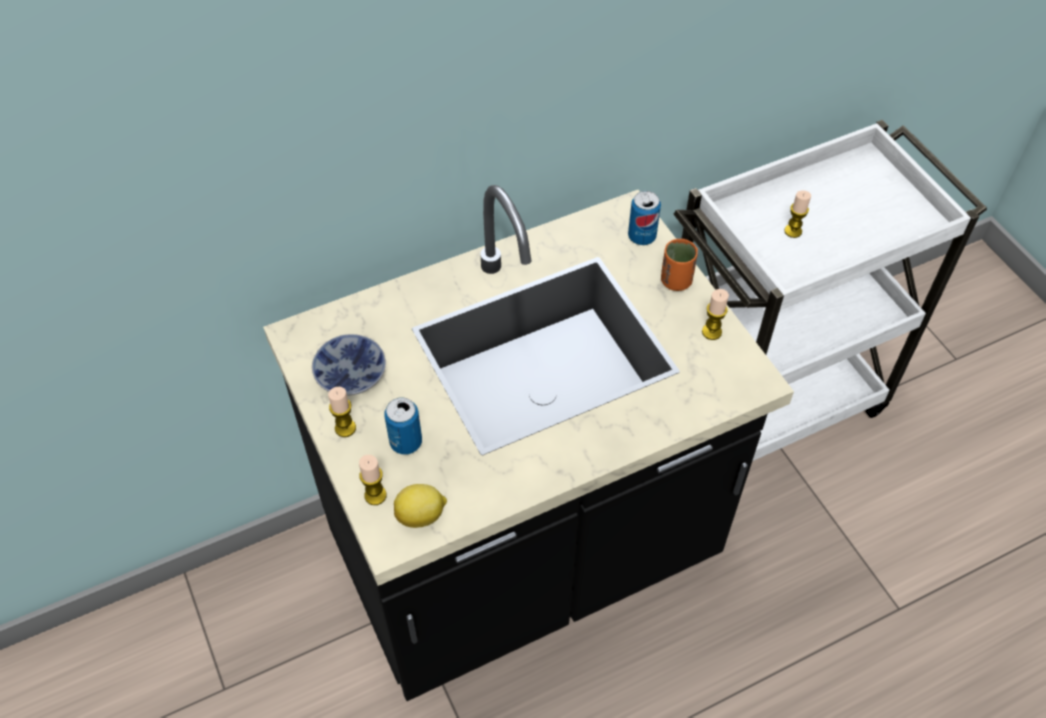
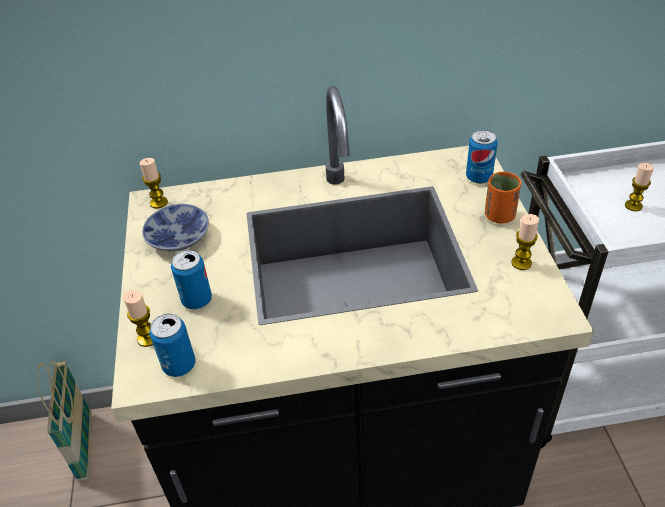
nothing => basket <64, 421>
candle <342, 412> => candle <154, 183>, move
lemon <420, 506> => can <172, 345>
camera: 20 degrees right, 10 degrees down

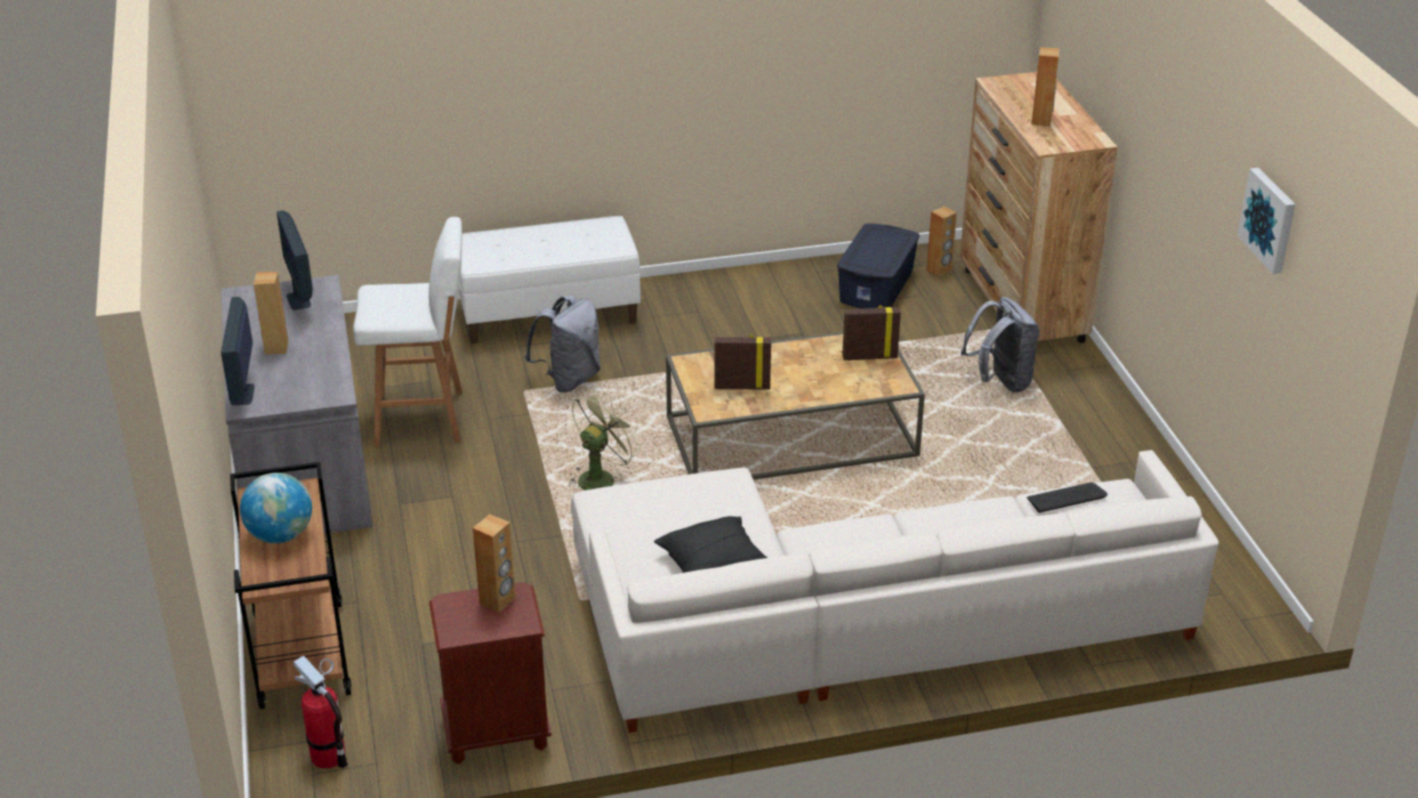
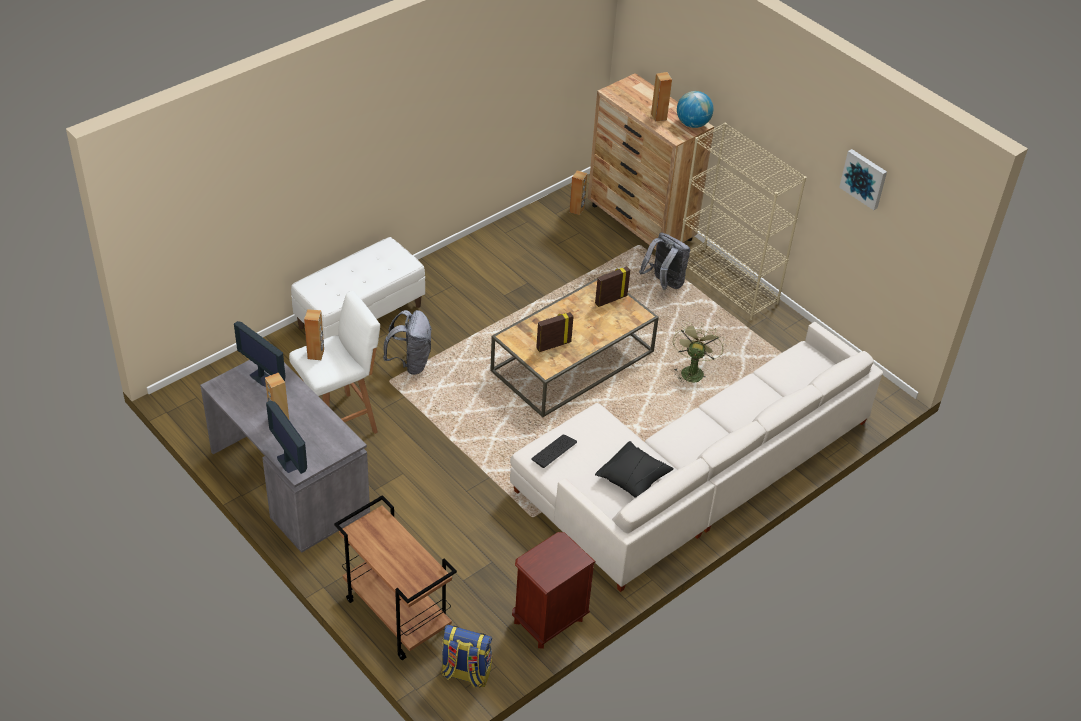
brown speaker <494, 563> => brown speaker <314, 334>, move
fire extinguisher <320, 712> => backpack <466, 656>
keyboard <1067, 497> => keyboard <554, 451>, move
green fan <605, 440> => green fan <698, 352>, move
globe <276, 508> => globe <695, 109>, move
nothing => beige bookcase <743, 221>
blue storage box <878, 266> => nothing
camera: 30 degrees left, 10 degrees up

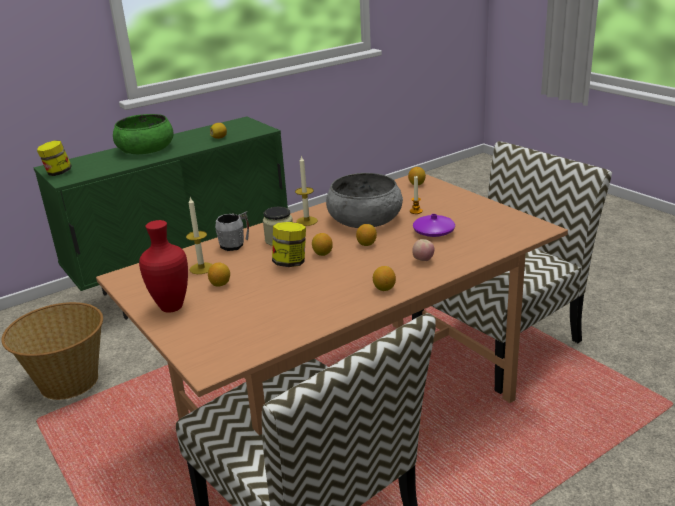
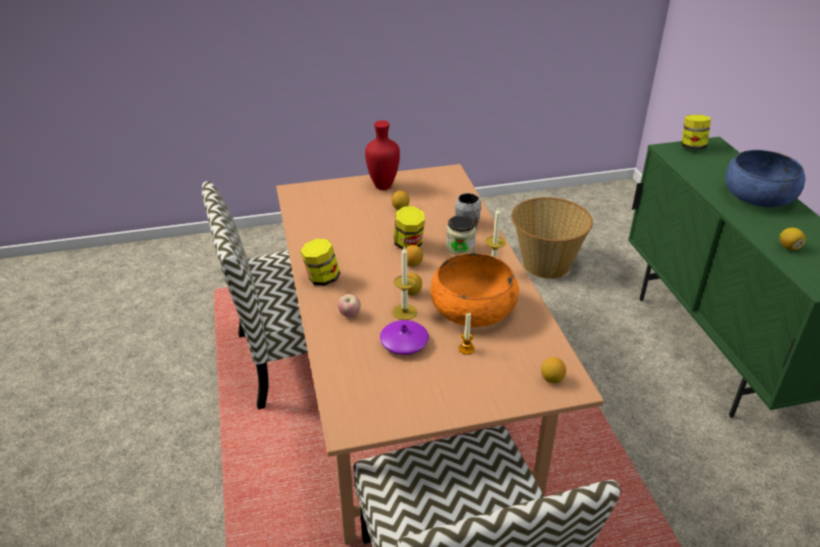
lemon <384, 278> => jar <320, 262>
candle <199, 235> => candle <405, 283>, move
grey bowl <364, 200> => orange bowl <475, 290>
green bowl <143, 134> => blue bowl <765, 178>
camera: 110 degrees right, 10 degrees up

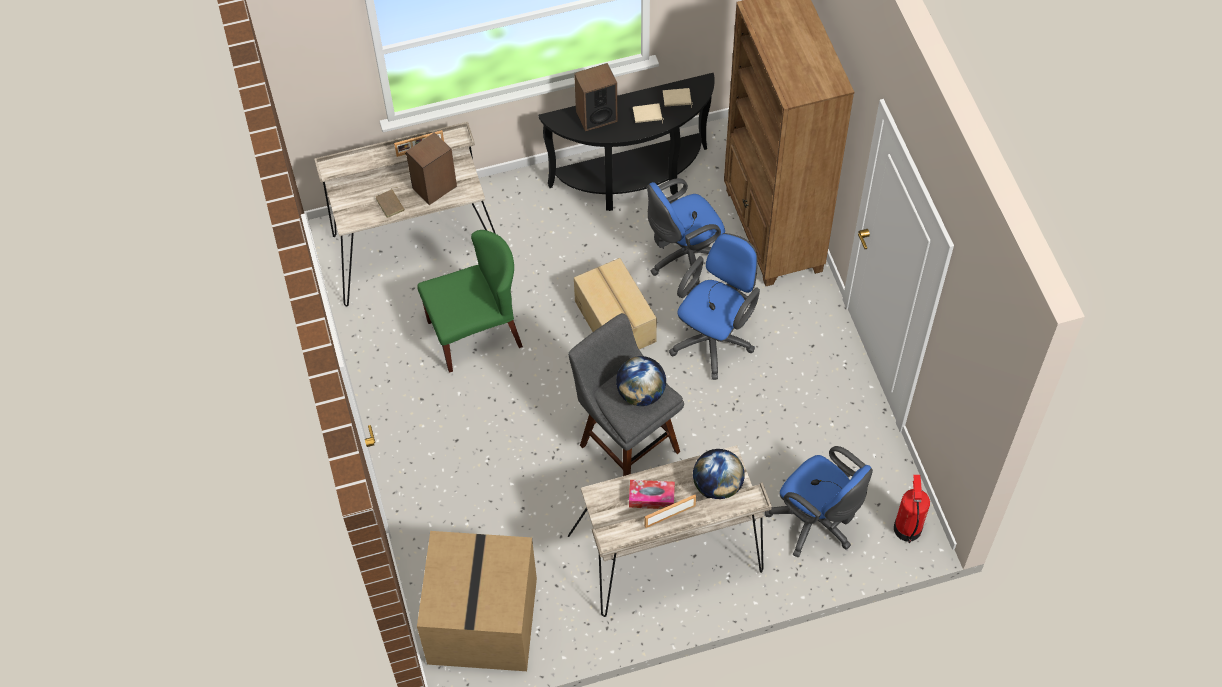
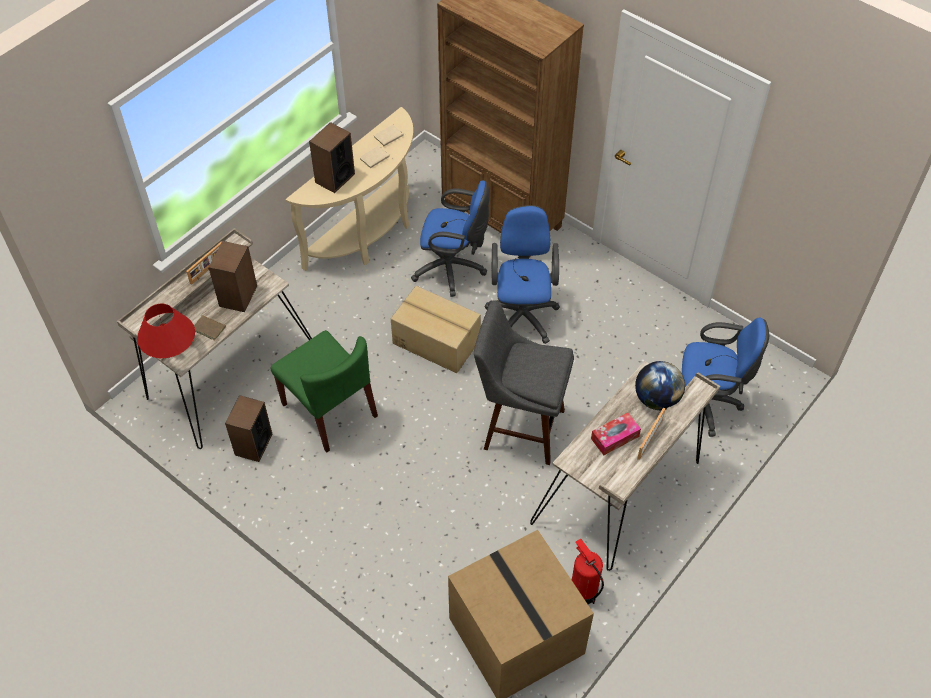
nothing => red table lamp <166, 331>
nothing => speaker <249, 428>
green chair <470, 301> => green chair <324, 391>, 105 degrees clockwise
black console table <626, 142> => beige console table <349, 189>
blue office chair <686, 232> => blue office chair <450, 238>, 105 degrees counterclockwise
fire extinguisher <912, 509> => fire extinguisher <588, 571>, move
globe <641, 381> => nothing
camera: 35 degrees left, 5 degrees down

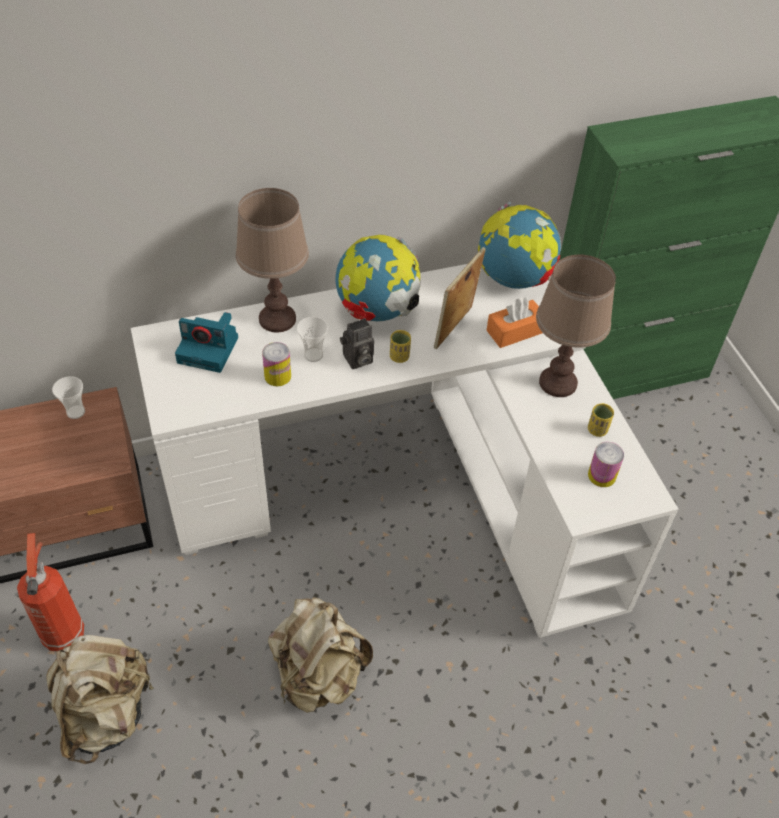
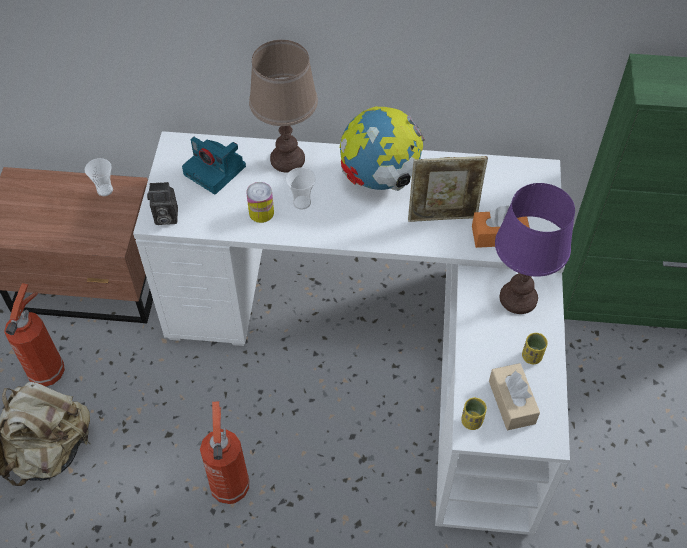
photo camera <357, 343> => photo camera <162, 203>, move
beige backpack <320, 655> => fire extinguisher <224, 452>
picture frame <460, 298> => picture frame <448, 189>, 150 degrees counterclockwise
yellow cup <400, 346> => yellow cup <474, 413>, move
can <606, 464> => beige tissue box <514, 396>
brown table lamp <576, 325> => purple table lamp <535, 248>
globe <519, 245> => nothing
camera: 25 degrees right, 5 degrees up

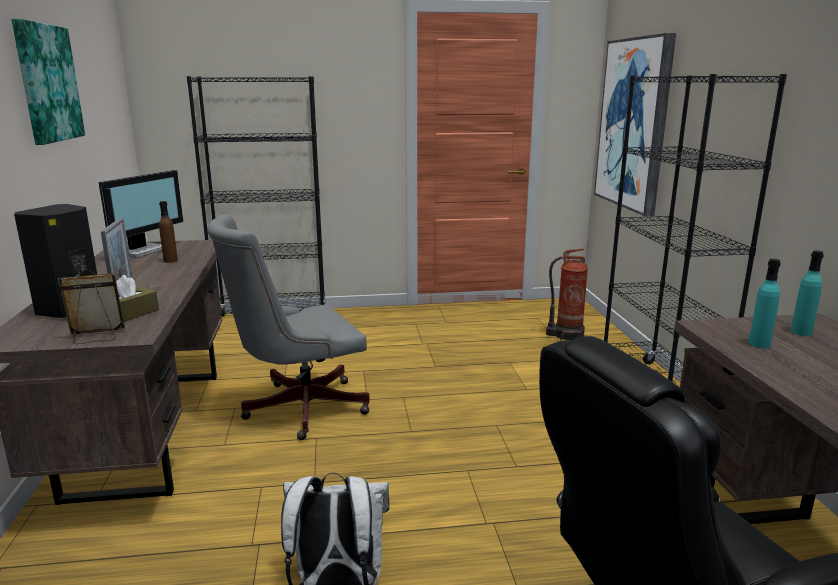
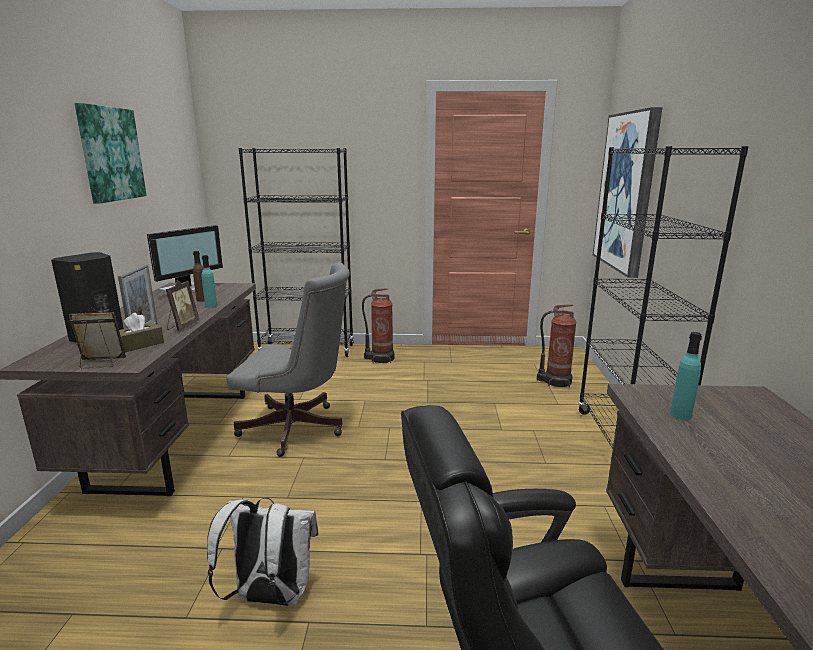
nothing => picture frame <182, 305>
turquoise bottle <807, 293> => turquoise bottle <209, 281>, move
grey office chair <288, 327> => grey office chair <288, 360>, 150 degrees counterclockwise
nothing => fire extinguisher <378, 325>
camera: 10 degrees right, 0 degrees up

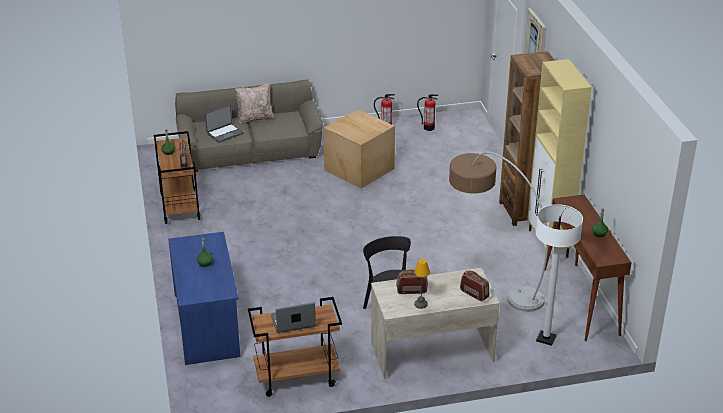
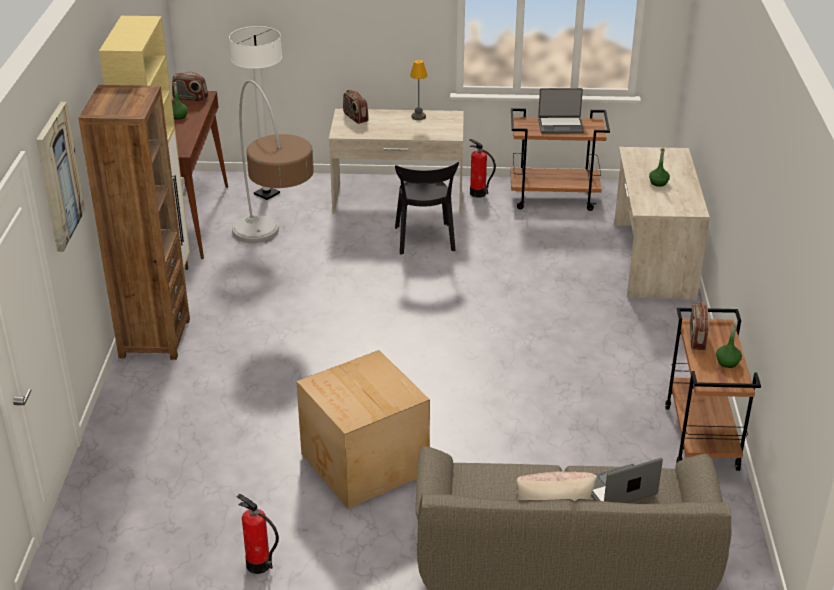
radio <412, 281> => radio <190, 86>, move
fire extinguisher <427, 112> => fire extinguisher <482, 168>, move
blue desk <204, 298> => beige desk <662, 223>
camera: 165 degrees left, 0 degrees up

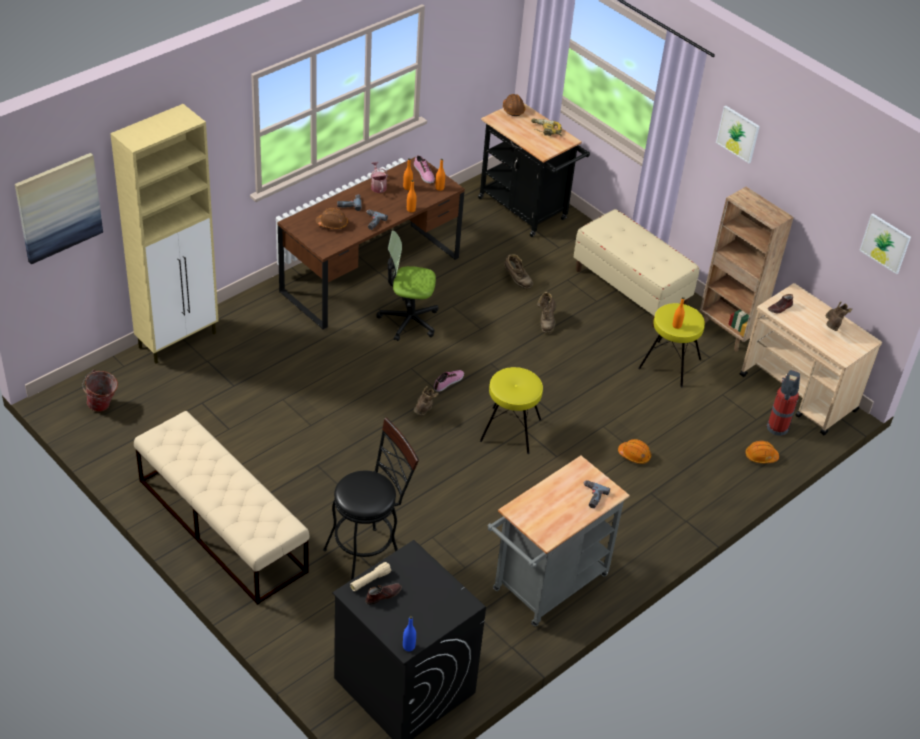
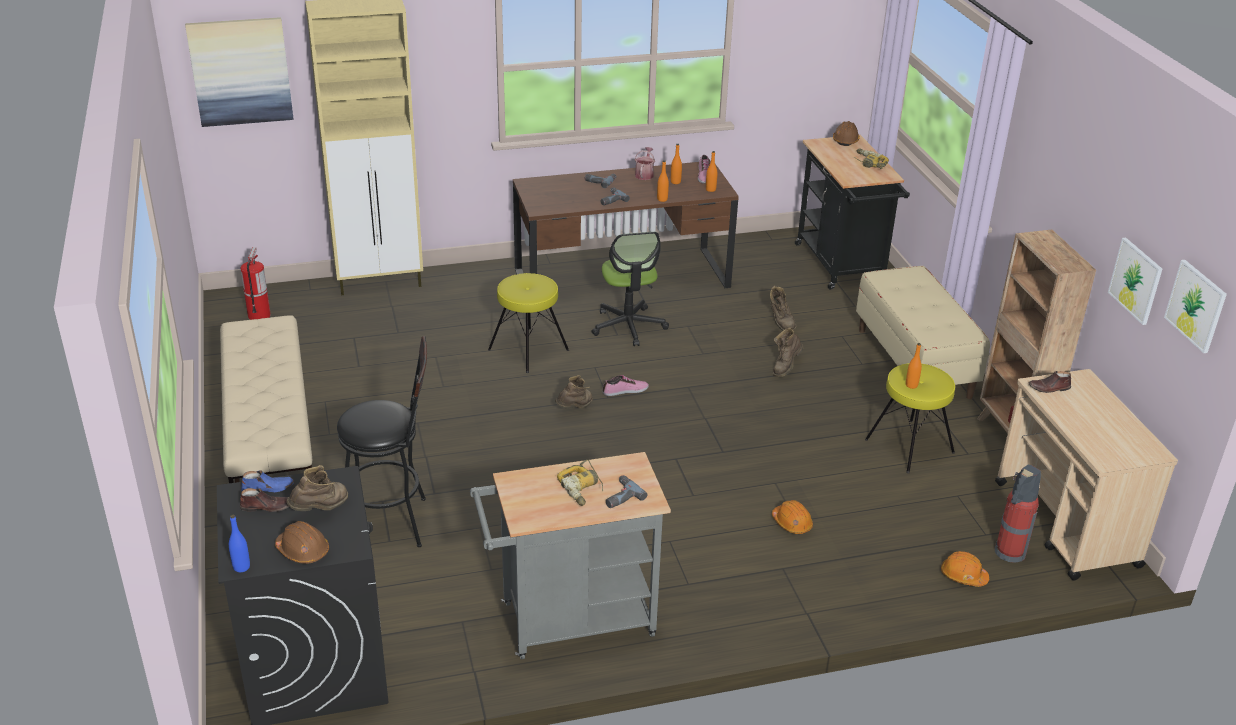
bucket <100, 391> => fire extinguisher <256, 283>
beige flashlight <371, 576> => blue shoe <267, 481>
brown hard hat <331, 218> => brown hard hat <302, 542>, move
brown boot <839, 316> => brown boot <317, 488>, move
yellow stool <511, 410> => yellow stool <528, 323>, move
nothing => power drill <580, 482>
office chair <407, 286> => office chair <630, 289>, 135 degrees counterclockwise
picture <738, 134> => picture <1135, 281>, move
camera: 30 degrees right, 10 degrees down

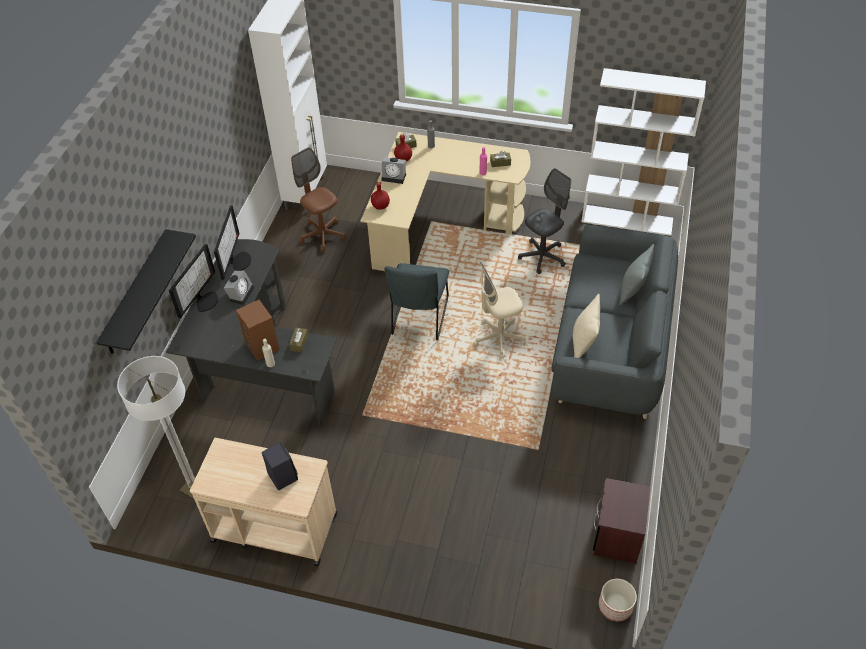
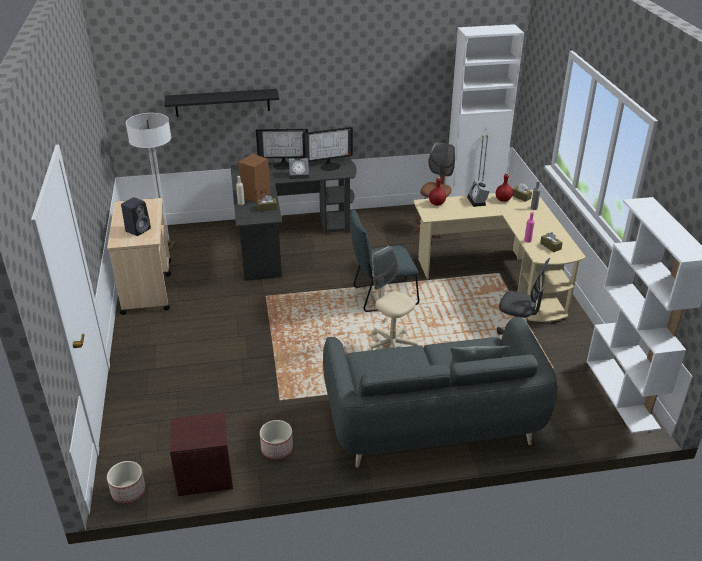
nothing => planter <276, 439>
beige pillow <586, 326> => nothing
camera: 65 degrees right, 15 degrees down

